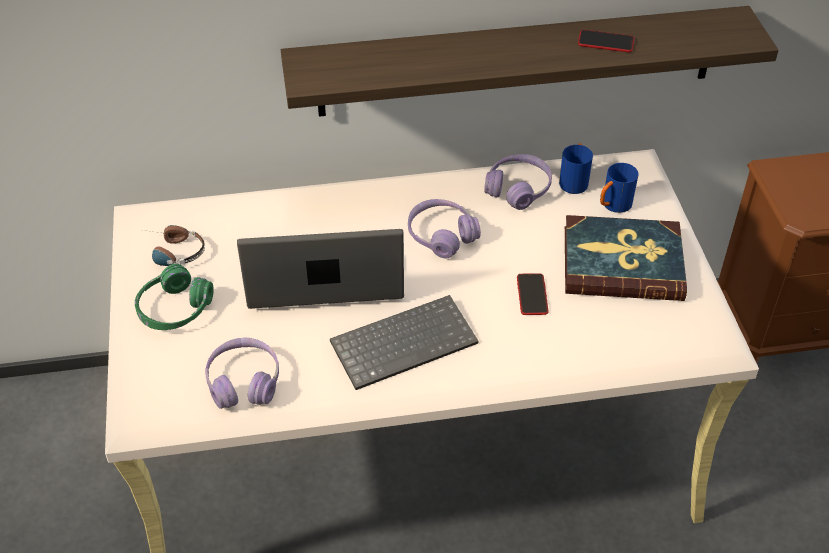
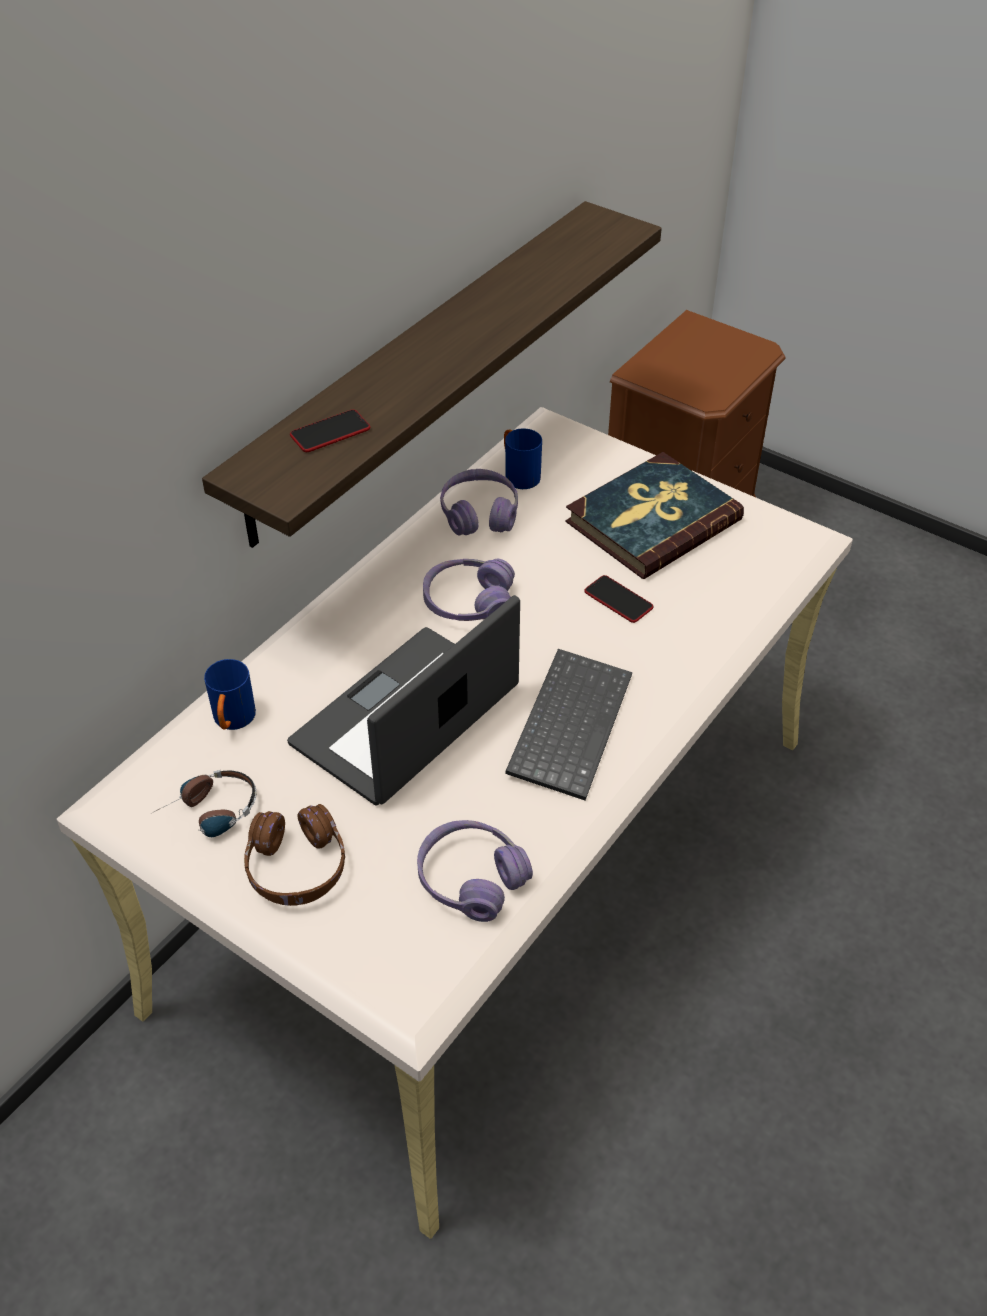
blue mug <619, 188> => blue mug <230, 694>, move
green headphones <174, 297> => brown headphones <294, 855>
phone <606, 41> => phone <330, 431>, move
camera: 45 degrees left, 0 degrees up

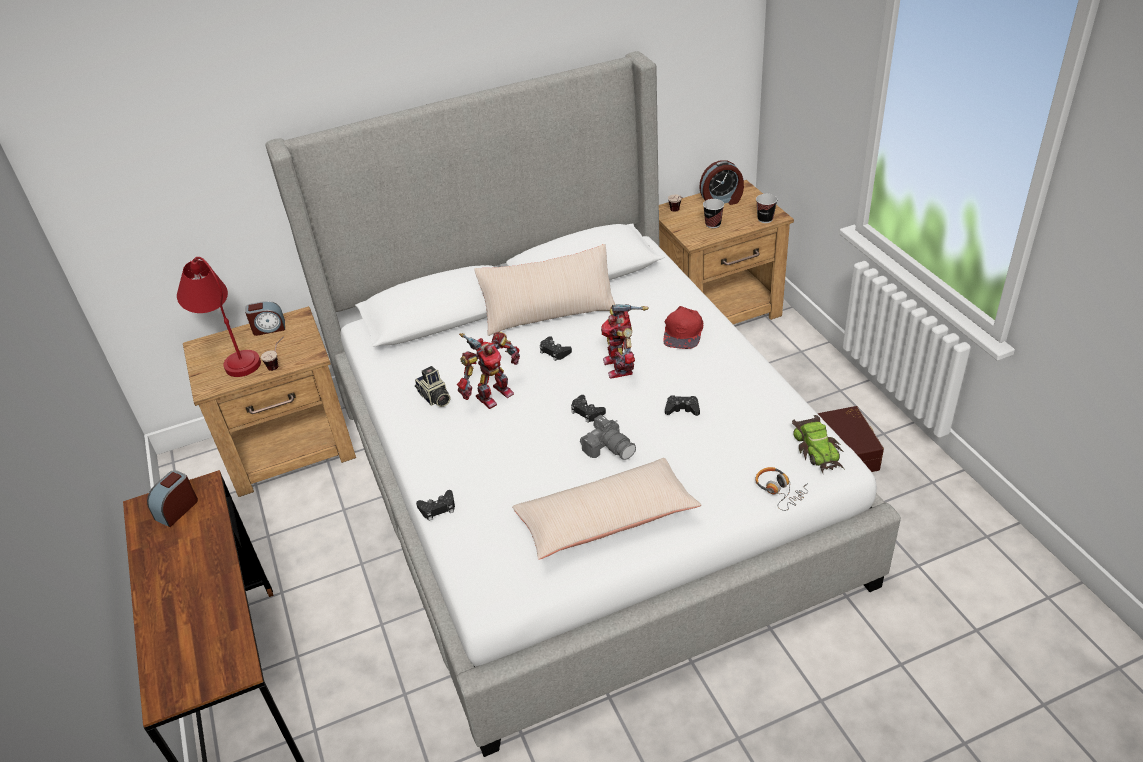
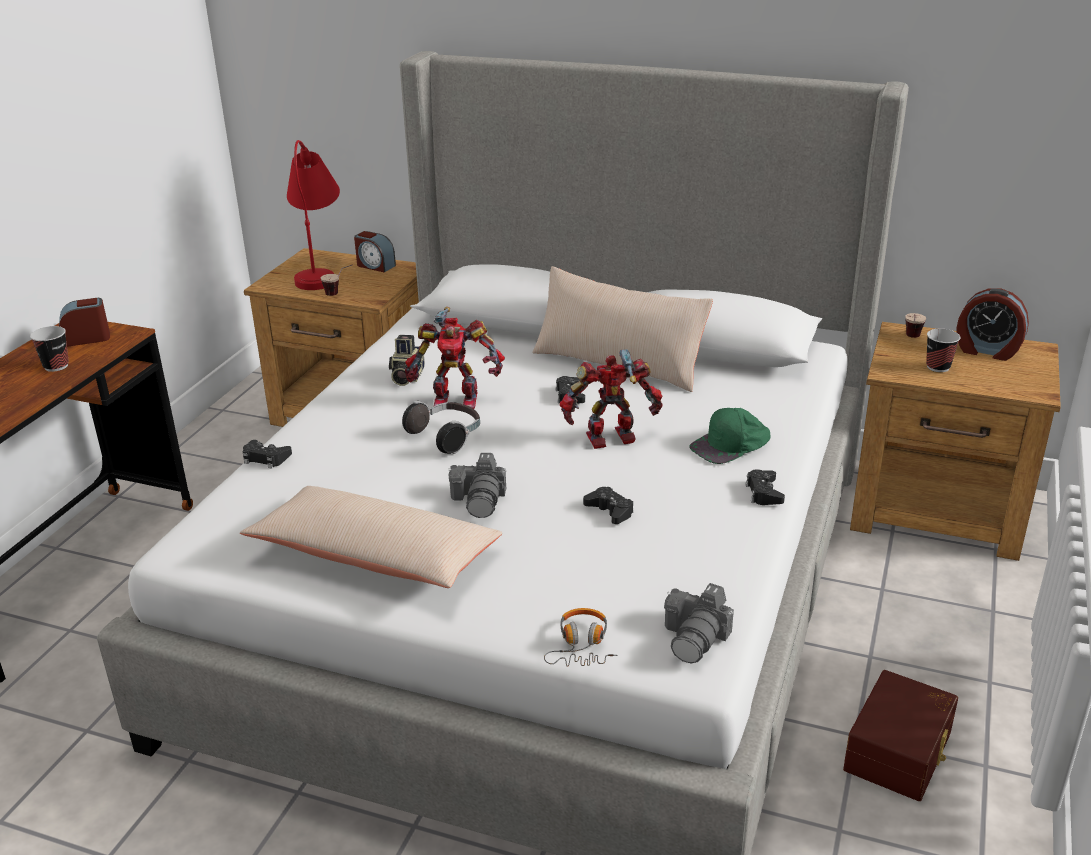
cup <767, 208> => cup <49, 349>, move
nothing => headphones <441, 427>
toy robot <624, 341> => toy robot <611, 399>, 45 degrees clockwise
toy car <818, 444> => photo camera <699, 623>
red cap <683, 327> => green cap <730, 436>
black game controller <588, 409> => black game controller <765, 487>, move
camera: 40 degrees right, 10 degrees down

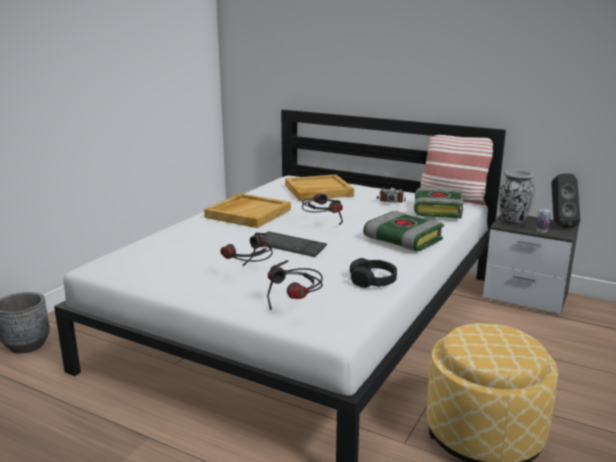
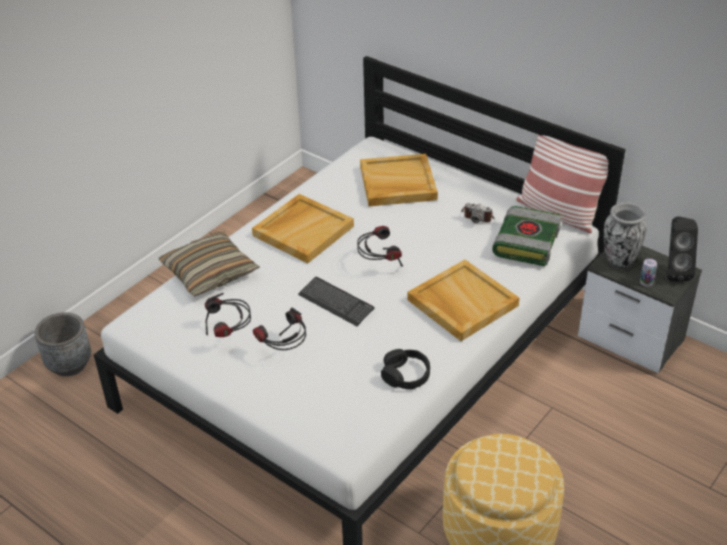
nothing => pillow <209, 264>
headphones <295, 285> => headphones <228, 315>, move
book <403, 231> => beige tray <463, 300>
camera: 10 degrees right, 20 degrees up

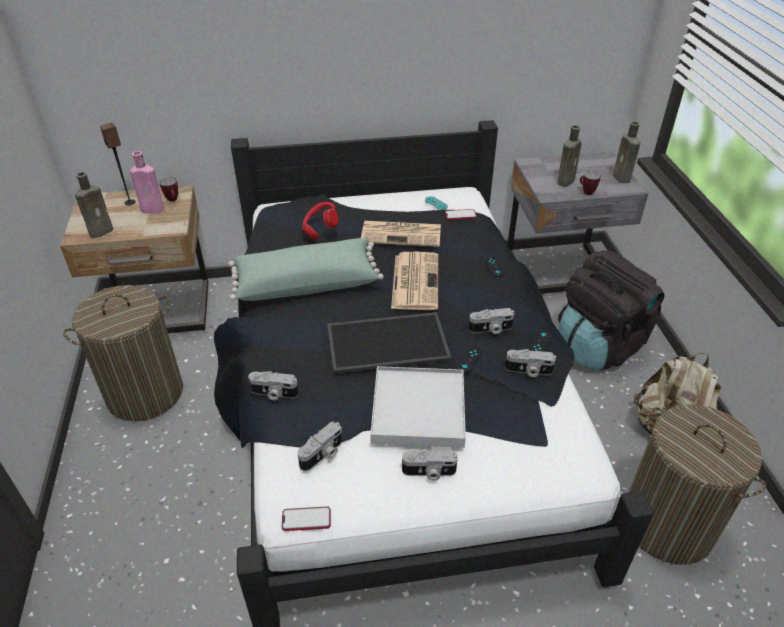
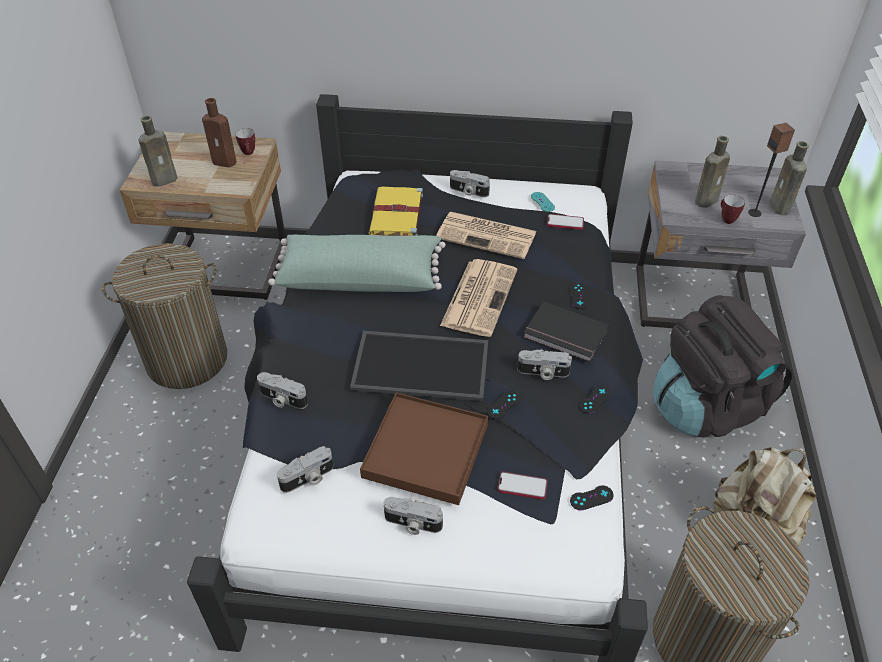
pink bottle <147, 182> => brown bottle <219, 132>
white tray <418, 407> => brown tray <424, 449>
red headphones <320, 221> => yellow book <396, 211>
photo camera <530, 363> => photo camera <470, 183>, move
phone <306, 518> => phone <522, 485>, move
nothing => black book <566, 331>
nothing => black game controller <592, 498>
speaker <118, 164> => speaker <771, 170>, move
camera: 15 degrees right, 5 degrees up

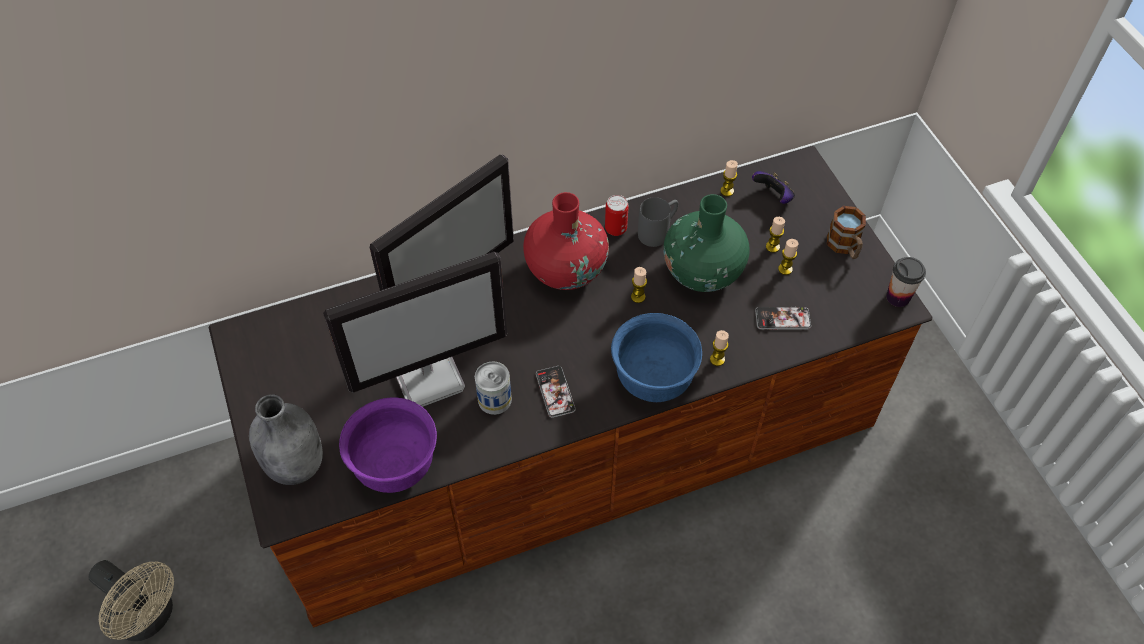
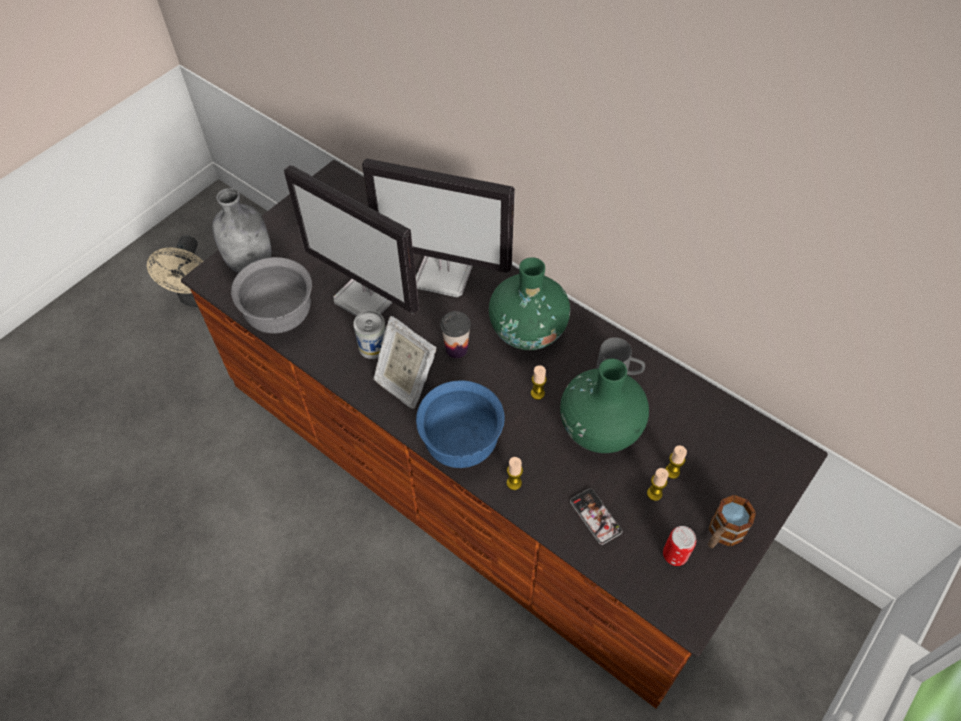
purple bowl <388, 445> => grey bowl <271, 295>
phone <556, 392> => picture frame <405, 362>
cup <906, 282> => cup <455, 334>, move
red vase <566, 241> => green vase <529, 303>
can <617, 215> => can <679, 546>, move
candle <729, 178> => nothing
game controller <773, 187> => nothing
camera: 60 degrees right, 0 degrees up

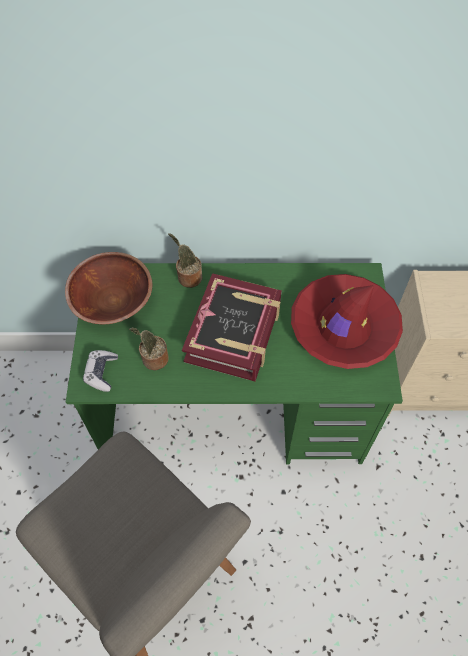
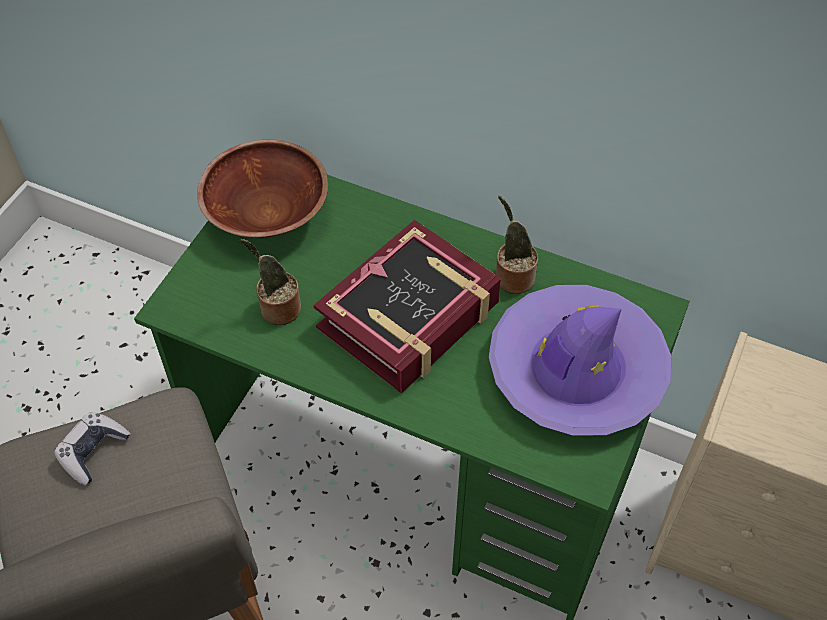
game controller <100, 371> => game controller <92, 448>, move
red hat <347, 321> => purple hat <580, 360>
potted plant <185, 260> => potted plant <517, 245>, move
camera: 25 degrees right, 5 degrees down

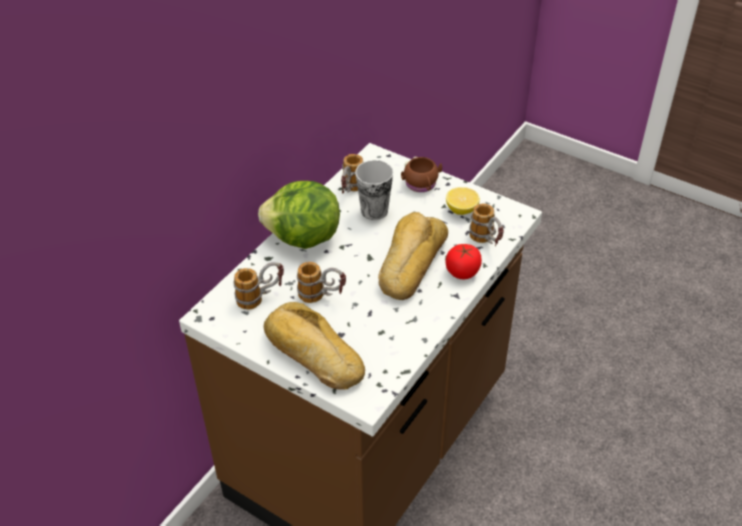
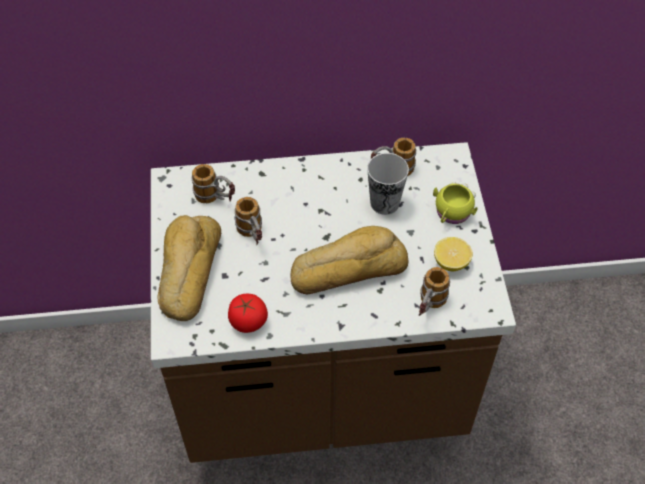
tomato <463, 261> => tomato <248, 313>, move
brown mug <421, 174> => yellow mug <455, 203>
lettuce <299, 215> => nothing
camera: 50 degrees right, 10 degrees up

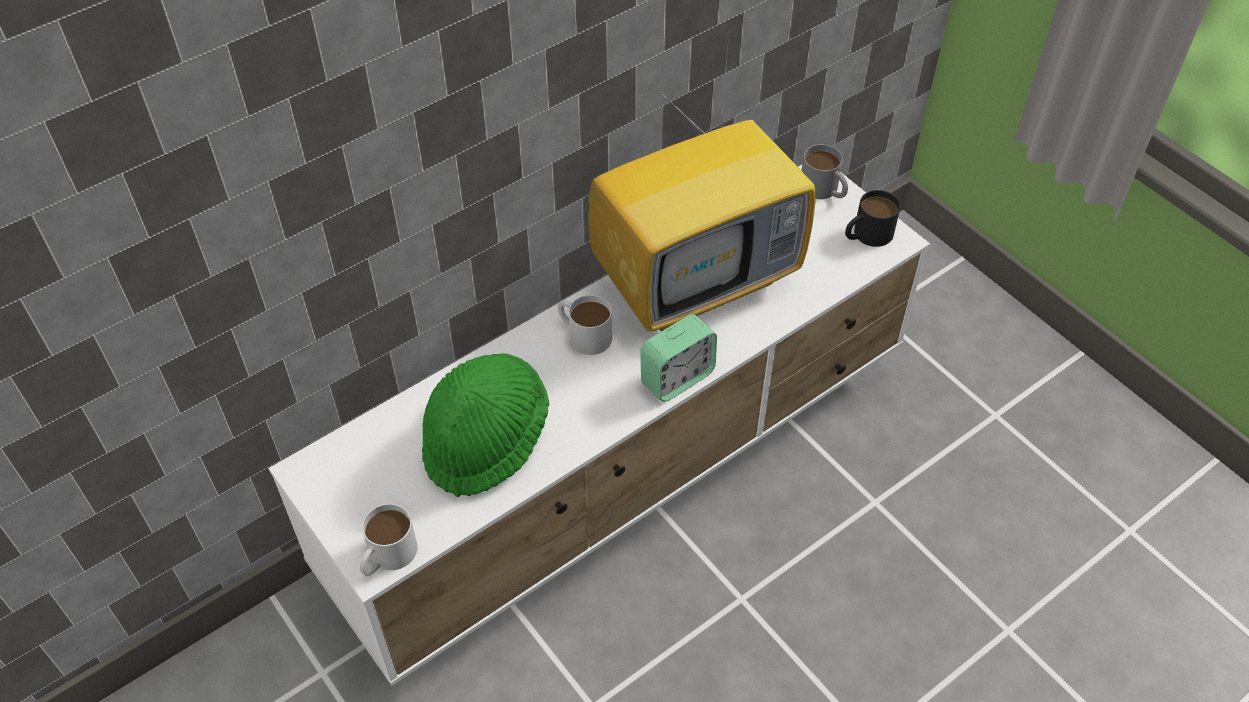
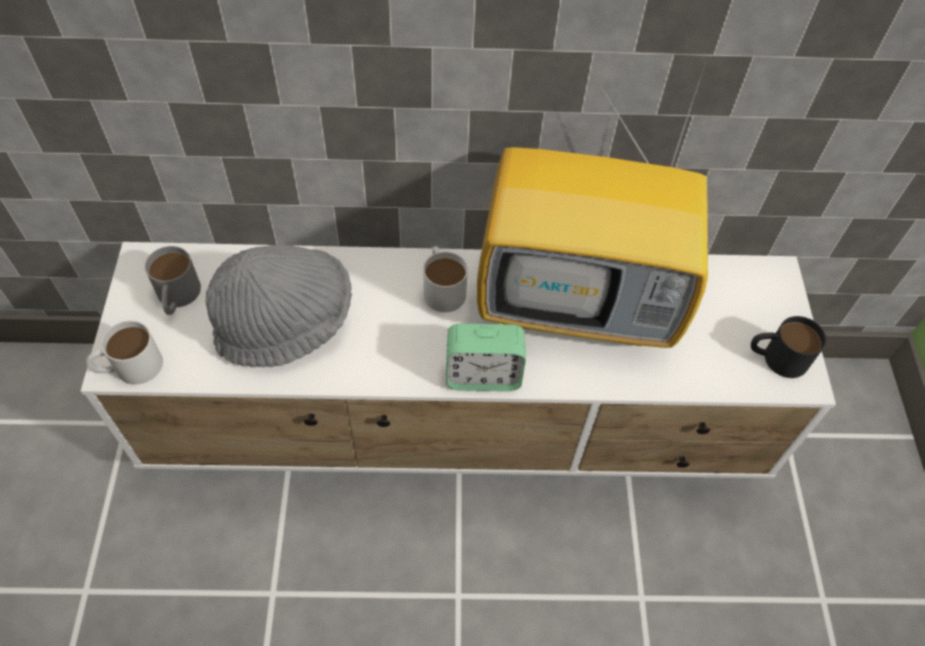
grey mug <825, 171> => grey mug <173, 280>, move
green hat <485, 425> => grey hat <278, 306>
camera: 35 degrees right, 5 degrees up

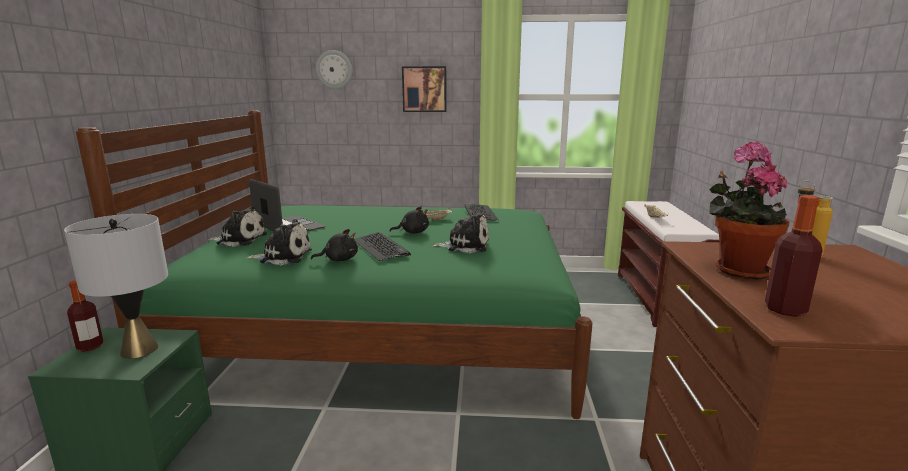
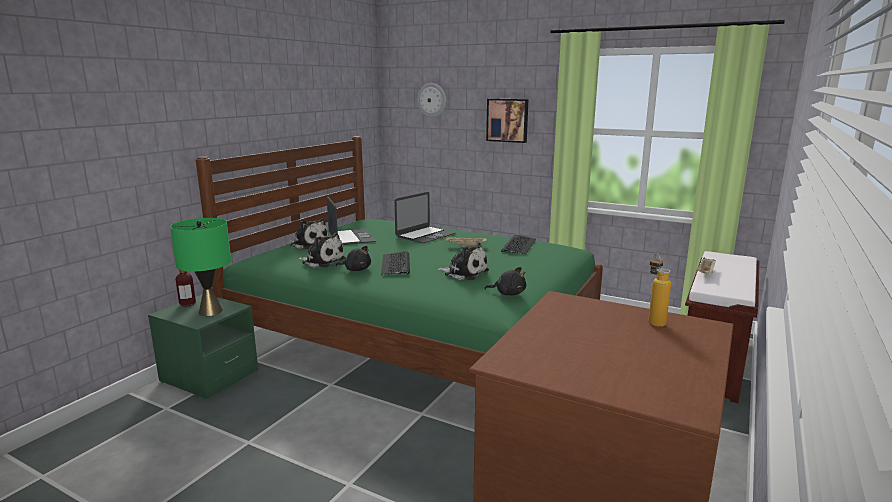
grey table lamp <116, 286> => green table lamp <200, 267>
nothing => laptop <425, 217>
black plush toy <409, 220> => black plush toy <505, 281>, move
potted plant <749, 210> => nothing
bottle <794, 256> => nothing
camera: 25 degrees right, 0 degrees up

